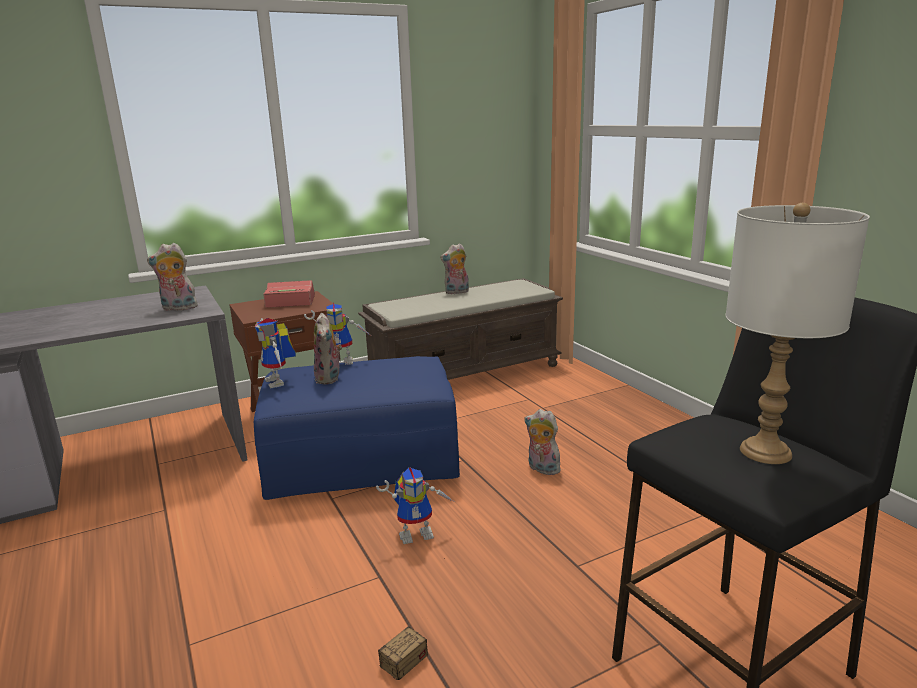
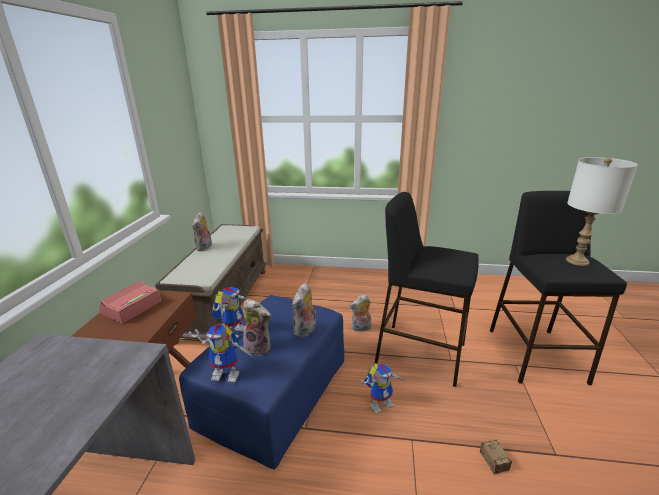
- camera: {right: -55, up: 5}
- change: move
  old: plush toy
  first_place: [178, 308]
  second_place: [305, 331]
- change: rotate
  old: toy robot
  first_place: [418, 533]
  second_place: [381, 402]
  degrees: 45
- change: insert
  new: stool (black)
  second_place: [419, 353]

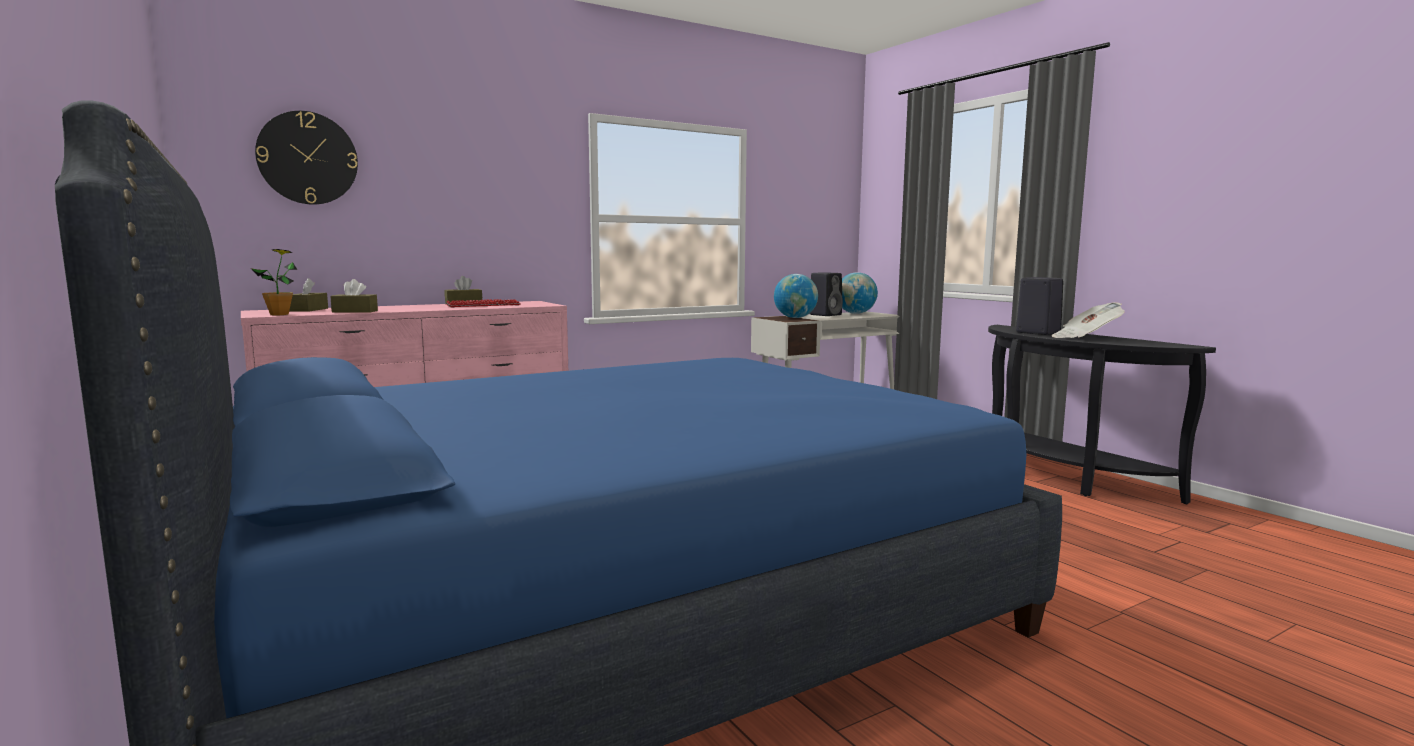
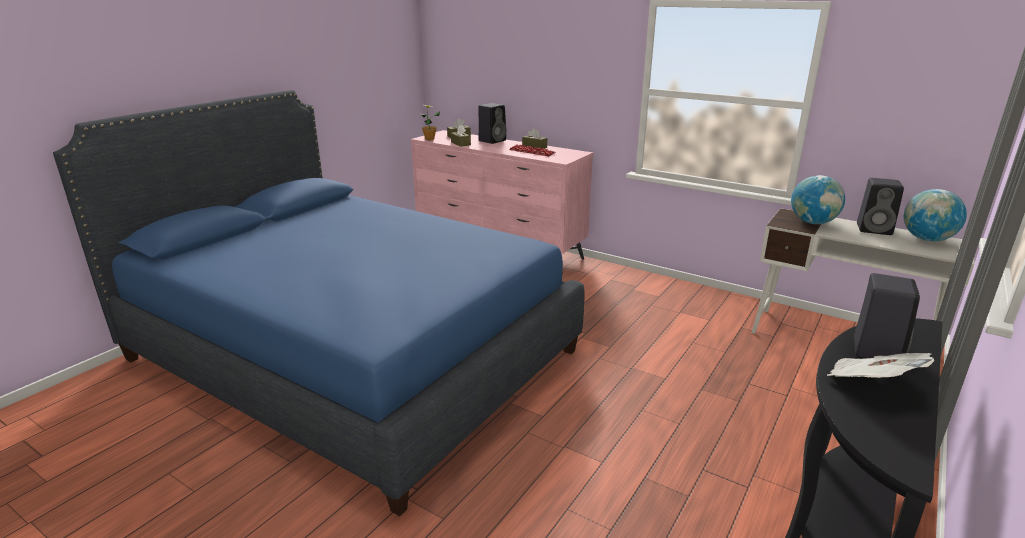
- camera: {right: 65, up: 15}
- change: insert
  new: speaker (black)
  second_place: [492, 140]
- change: delete
  old: wall clock
  first_place: [307, 158]

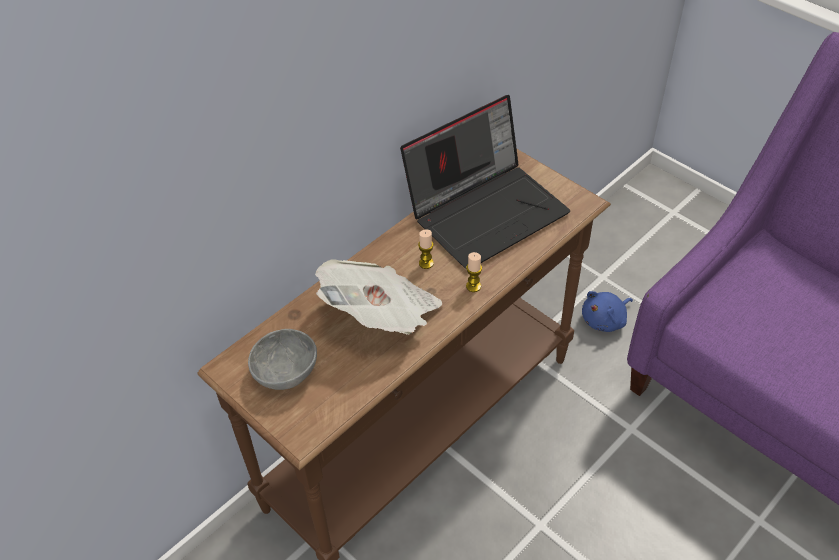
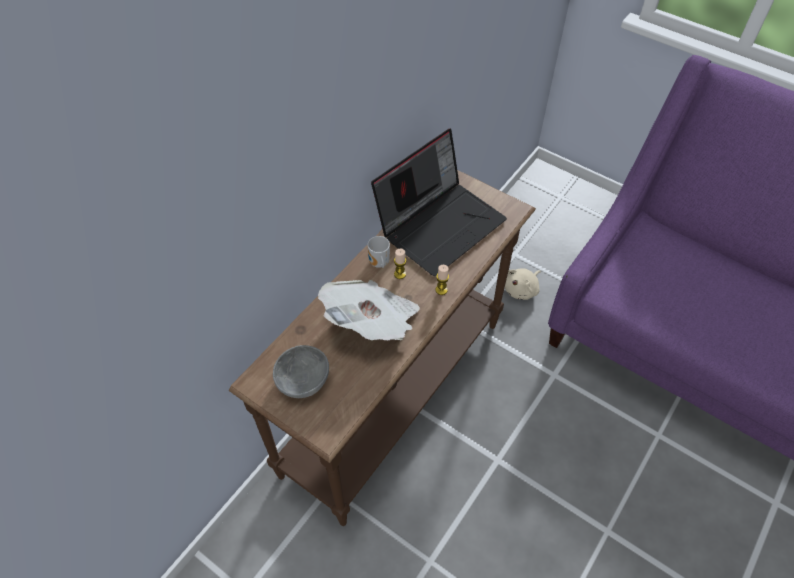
- camera: {right: -10, up: 5}
- change: insert
  new: mug
  second_place: [378, 264]
- change: recolor
  old: plush toy (blue)
  new: plush toy (beige)
  first_place: [605, 320]
  second_place: [521, 289]

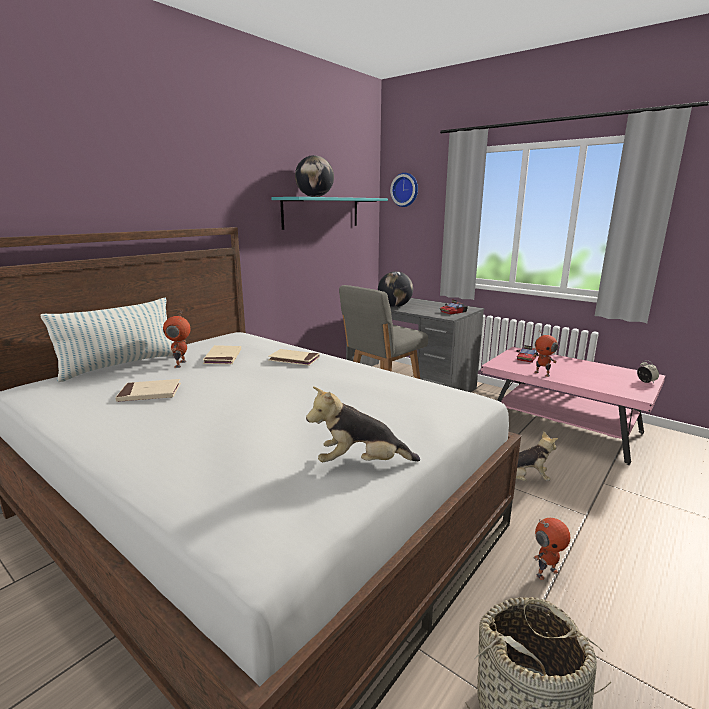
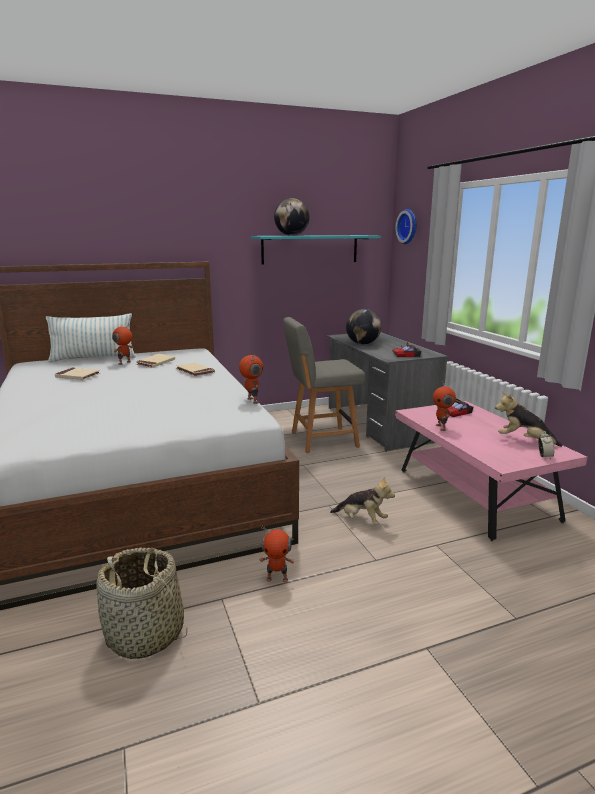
- camera: {right: 30, up: 0}
- change: insert
  new: toy robot
  second_place: [251, 401]
- change: move
  old: plush toy
  first_place: [361, 464]
  second_place: [523, 441]

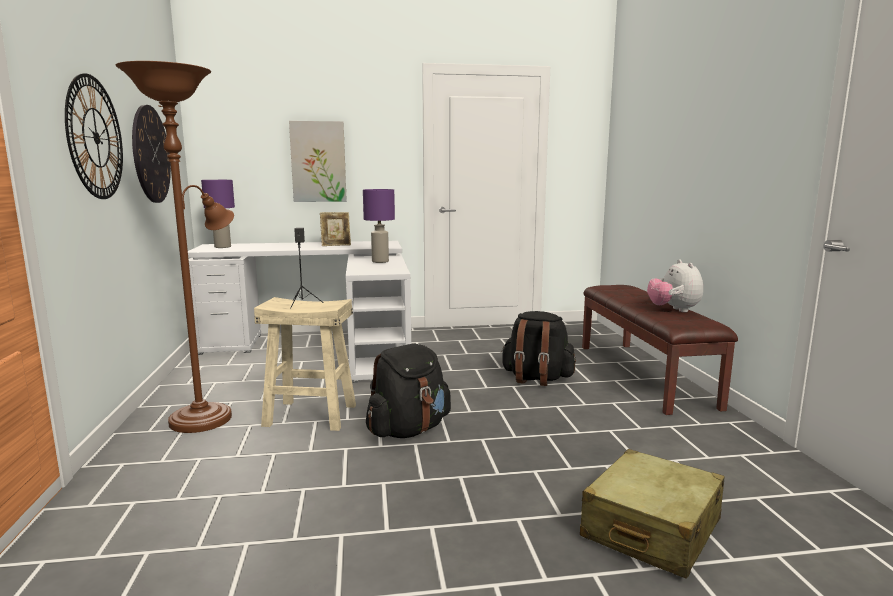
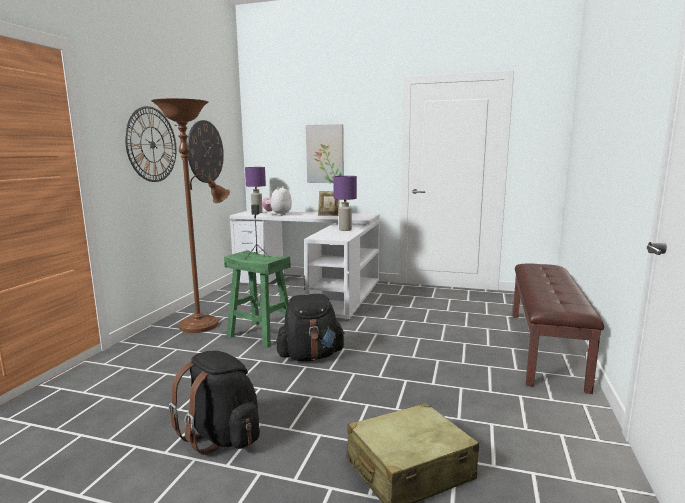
- camera: {right: 25, up: 0}
- change: move
  old: backpack (black)
  first_place: [536, 379]
  second_place: [222, 436]
- change: recolor
  old: stool (beige)
  new: stool (green)
  first_place: [310, 415]
  second_place: [260, 334]
- change: move
  old: plush toy
  first_place: [673, 310]
  second_place: [278, 215]

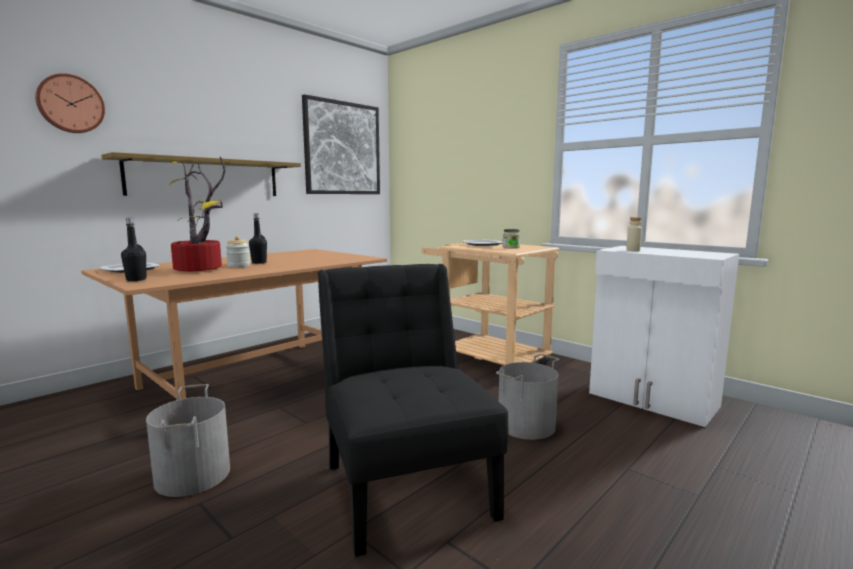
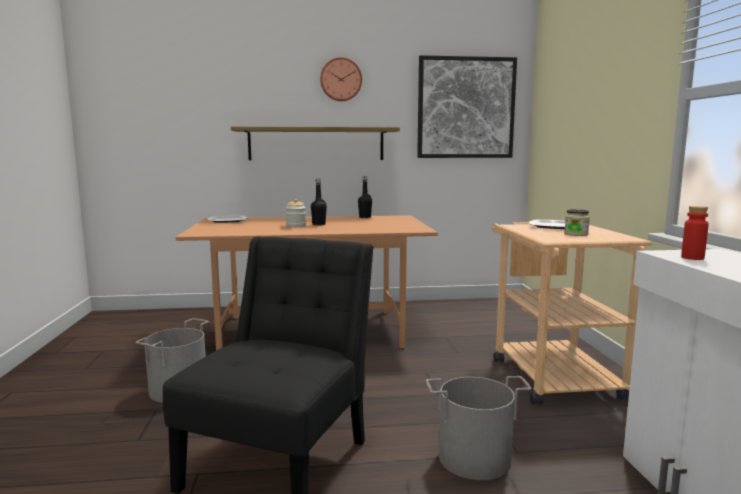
- camera: {right: 40, up: 0}
- change: move
  old: wall clock
  first_place: [70, 104]
  second_place: [341, 79]
- change: move
  old: bottle (black)
  first_place: [136, 279]
  second_place: [365, 217]
- change: recolor
  old: bottle (beige)
  new: bottle (red)
  first_place: [633, 250]
  second_place: [692, 258]
- change: delete
  old: potted plant
  first_place: [202, 270]

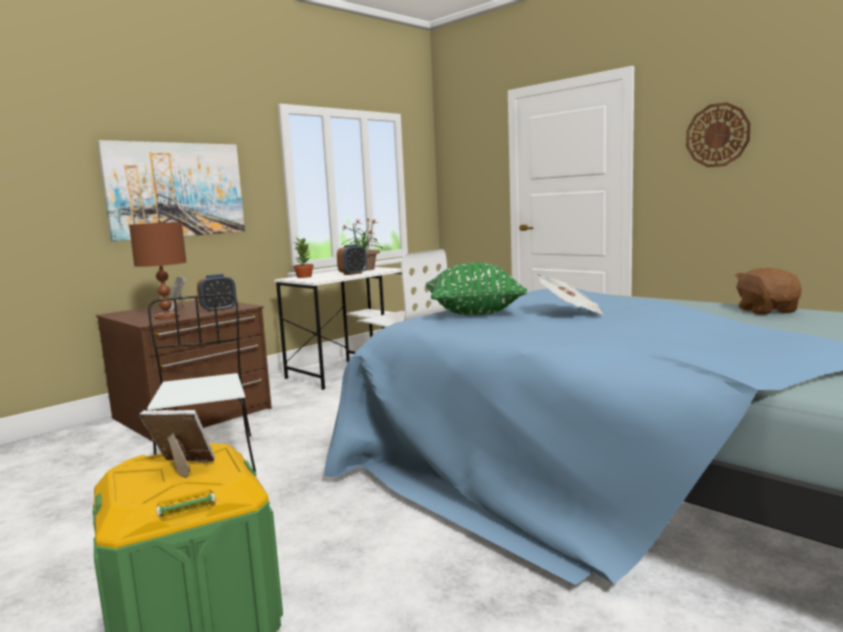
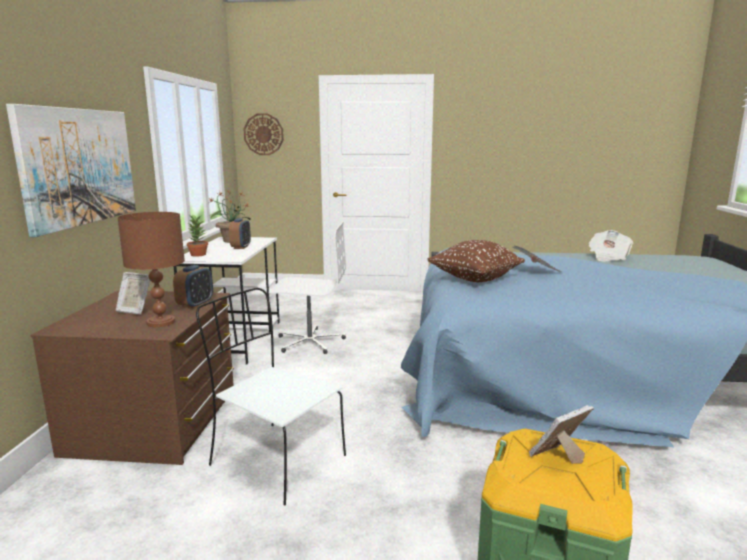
- camera: {right: -40, up: 5}
- change: move
  old: wall clock
  first_place: [717, 135]
  second_place: [263, 134]
- change: recolor
  old: pillow (green)
  new: pillow (brown)
  first_place: [474, 313]
  second_place: [474, 279]
- change: replace
  old: plush toy (brown)
  new: newspaper
  first_place: [767, 311]
  second_place: [608, 257]

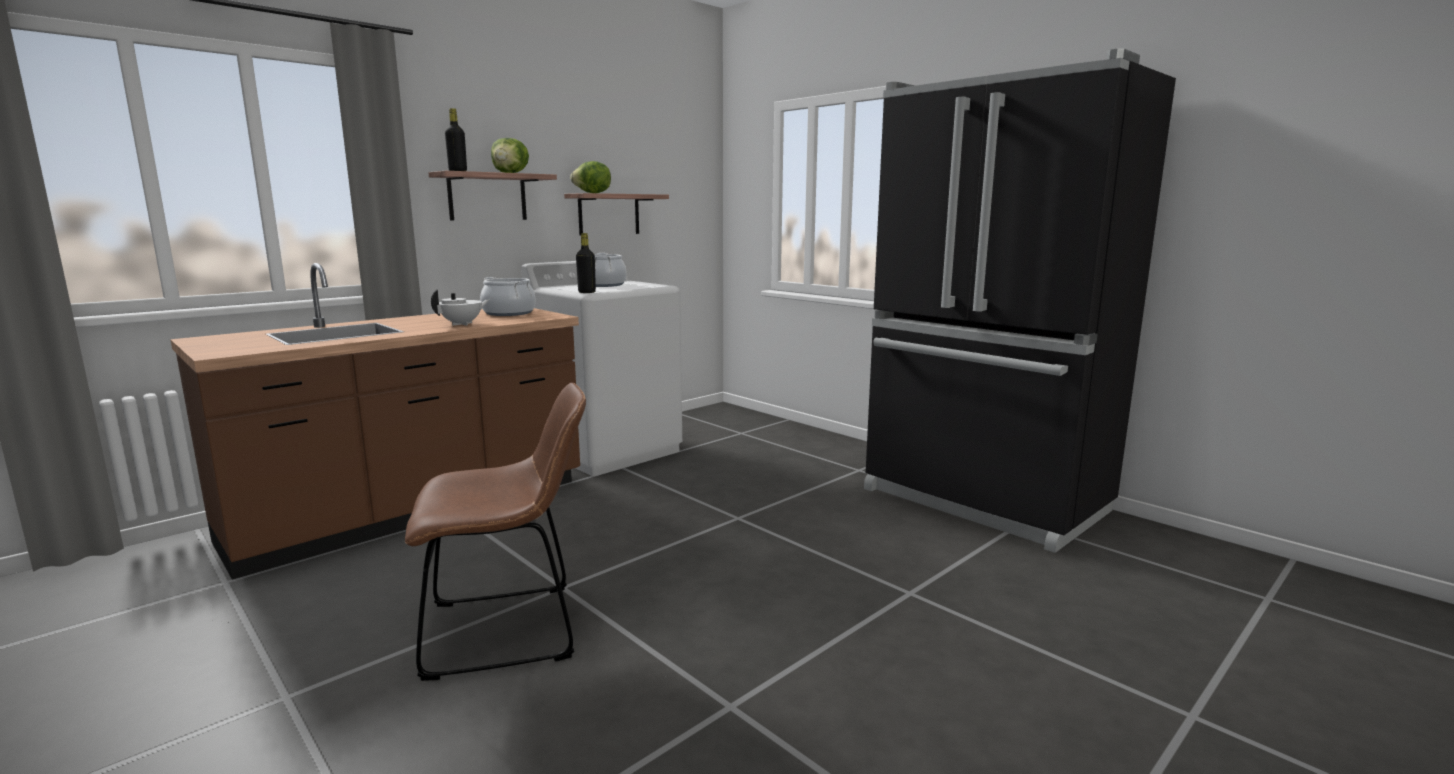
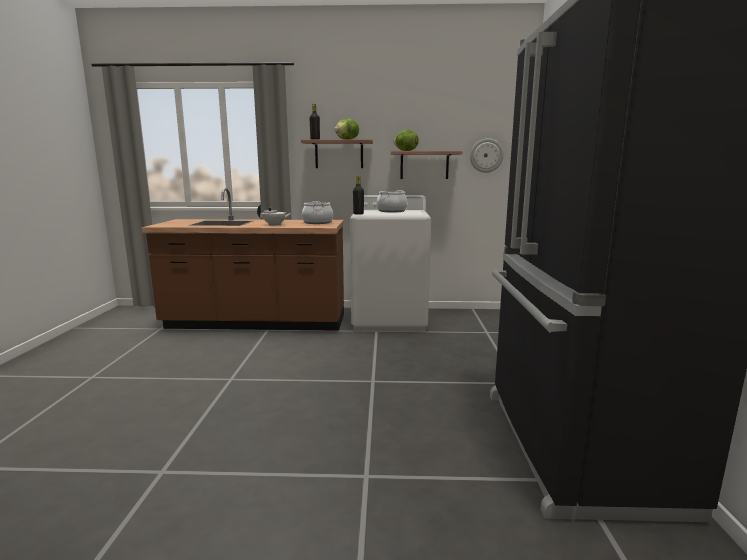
- camera: {right: 45, up: 0}
- change: insert
  new: wall clock
  second_place: [486, 155]
- change: delete
  old: chair (brown)
  first_place: [511, 629]

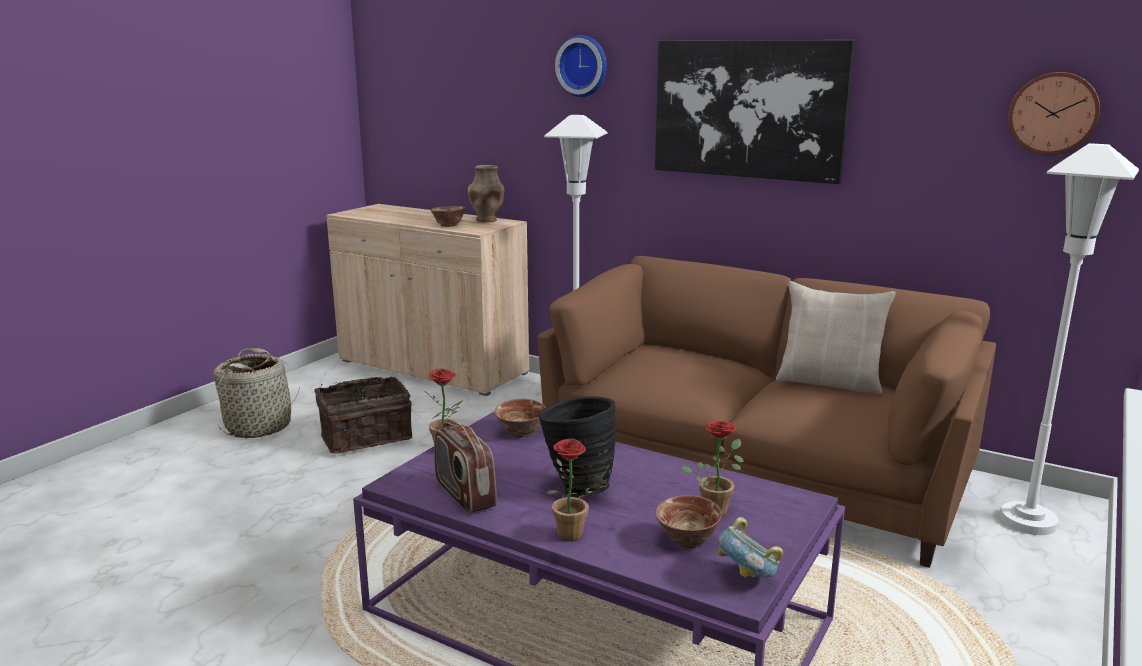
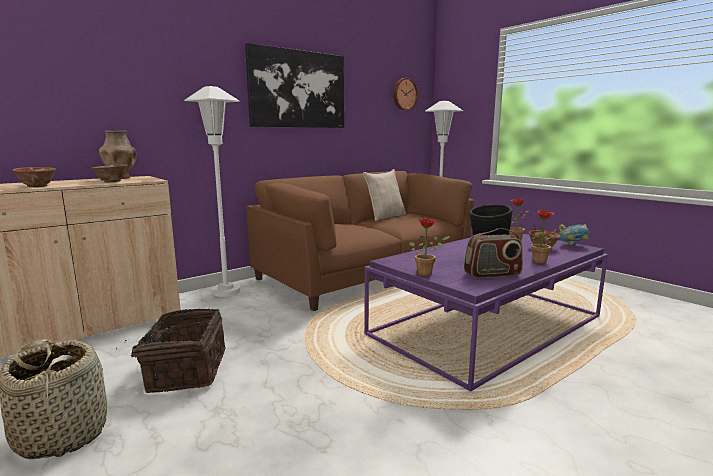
- camera: {right: -70, up: -5}
- change: move
  old: bowl
  first_place: [521, 433]
  second_place: [37, 186]
- change: delete
  old: wall clock
  first_place: [583, 66]

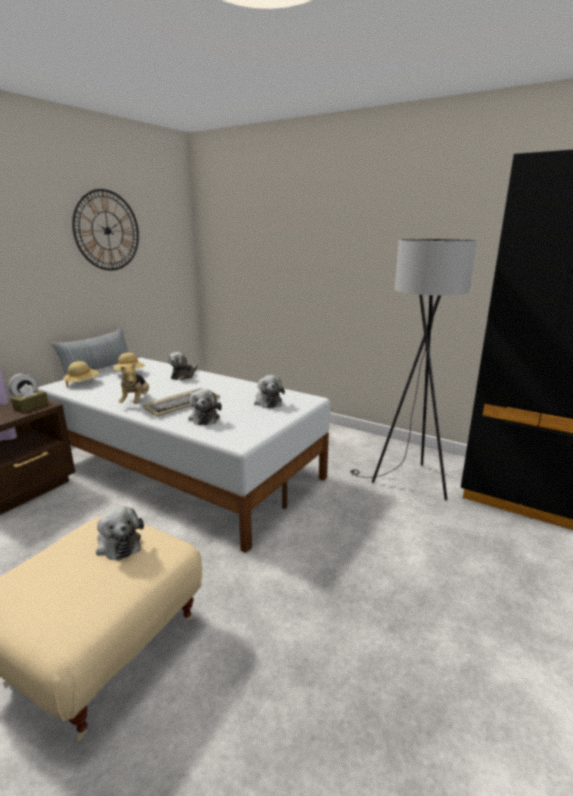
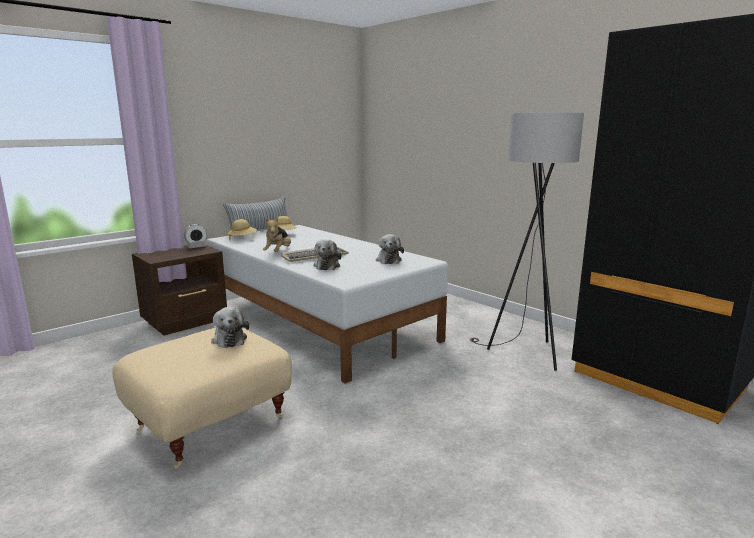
- camera: {right: 15, up: -5}
- change: delete
  old: tissue box (brown)
  first_place: [31, 406]
- change: delete
  old: wall clock
  first_place: [107, 230]
- change: delete
  old: plush toy
  first_place: [183, 375]

